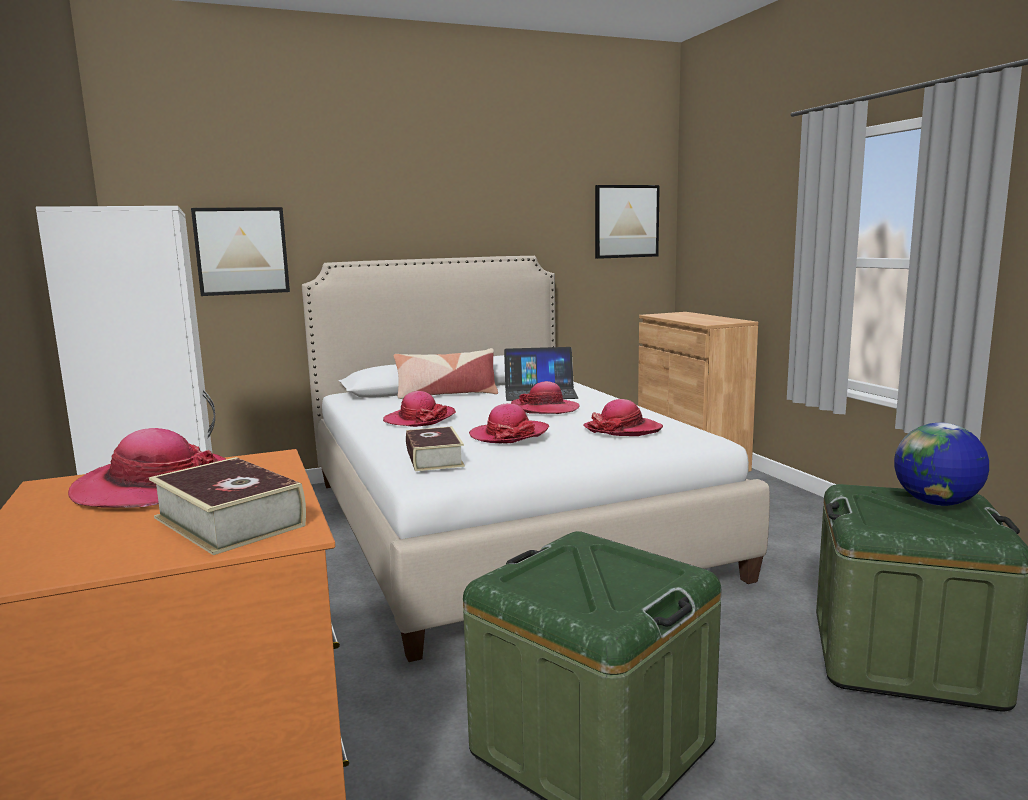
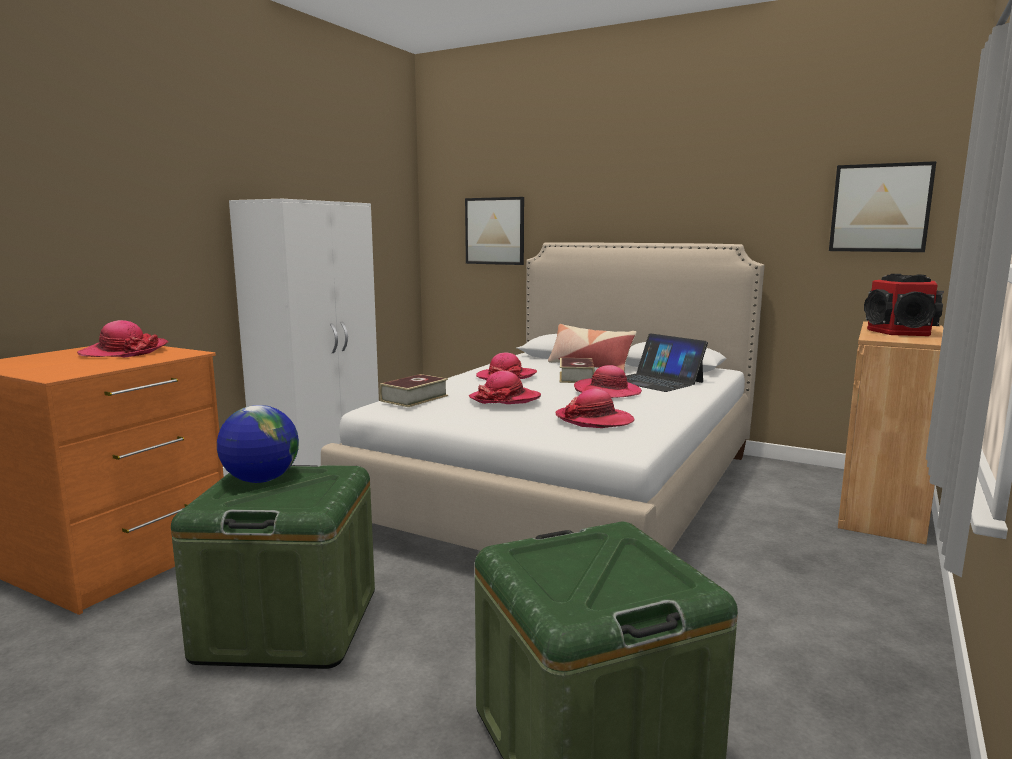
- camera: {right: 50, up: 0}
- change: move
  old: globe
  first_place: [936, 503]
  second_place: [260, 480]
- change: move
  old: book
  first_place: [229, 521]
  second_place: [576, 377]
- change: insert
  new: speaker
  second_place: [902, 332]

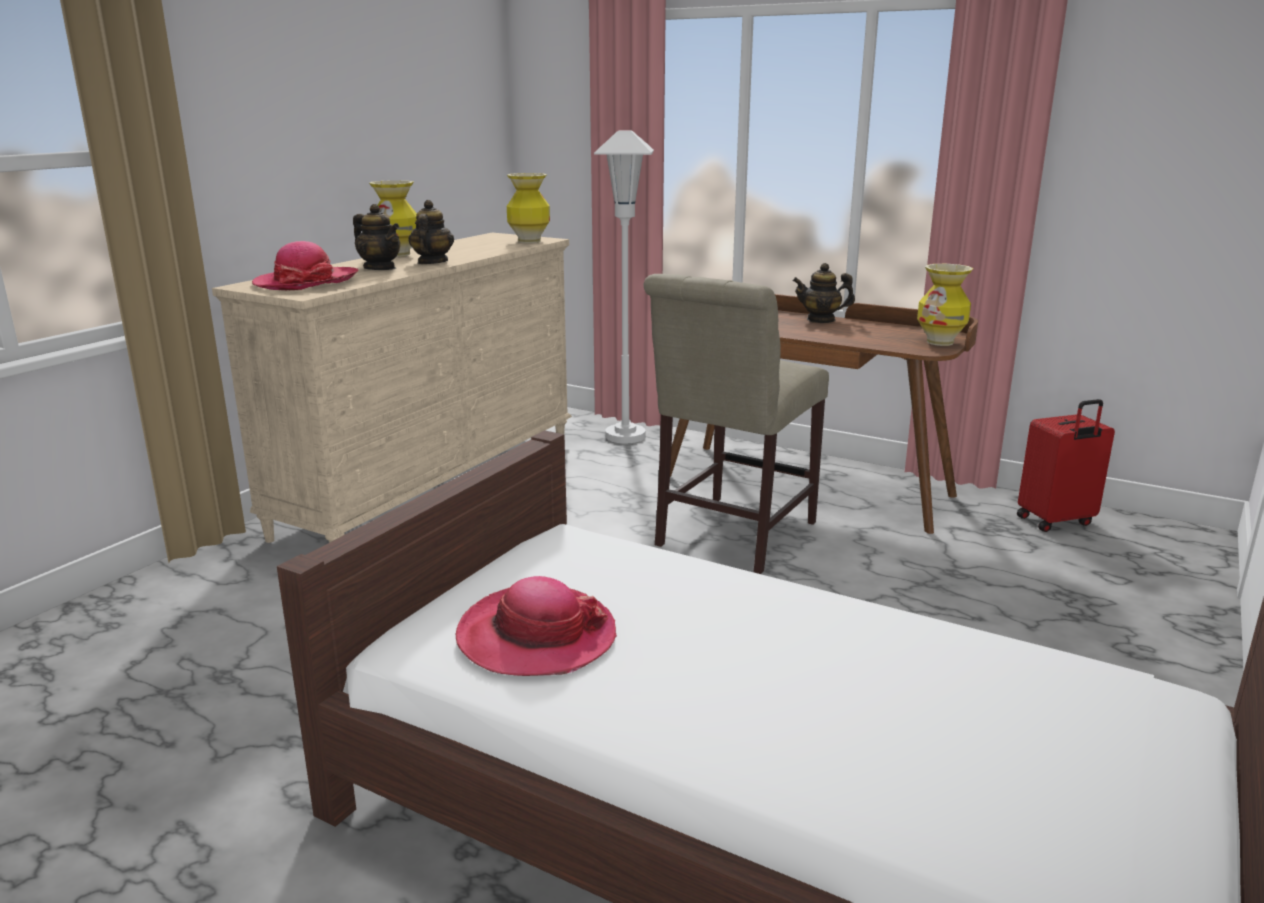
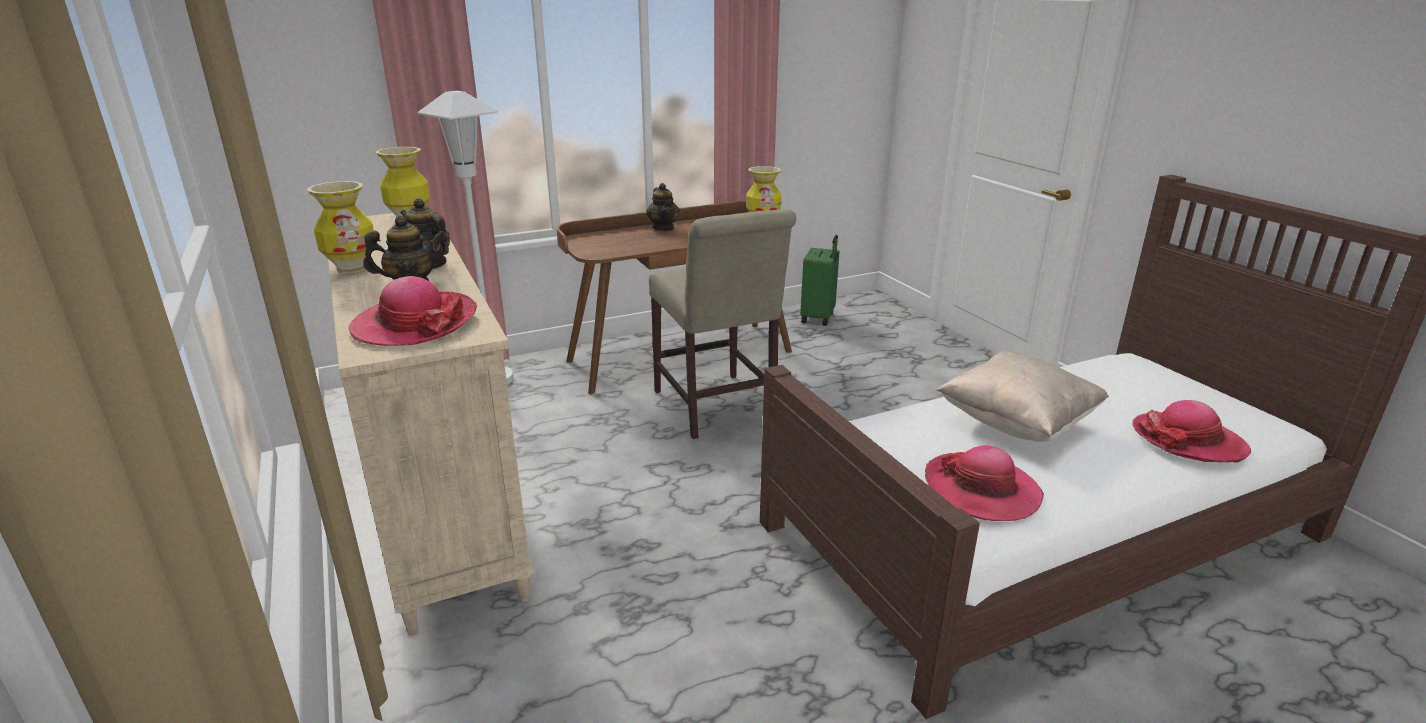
- camera: {right: -55, up: 5}
- change: rotate
  old: teapot
  first_place: [821, 320]
  second_place: [663, 228]
  degrees: -60
- change: recolor
  old: suitcase (red)
  new: suitcase (green)
  first_place: [1056, 521]
  second_place: [819, 318]
- change: insert
  new: pillow (beige)
  second_place: [1017, 423]
- change: insert
  new: hat
  second_place: [1188, 441]

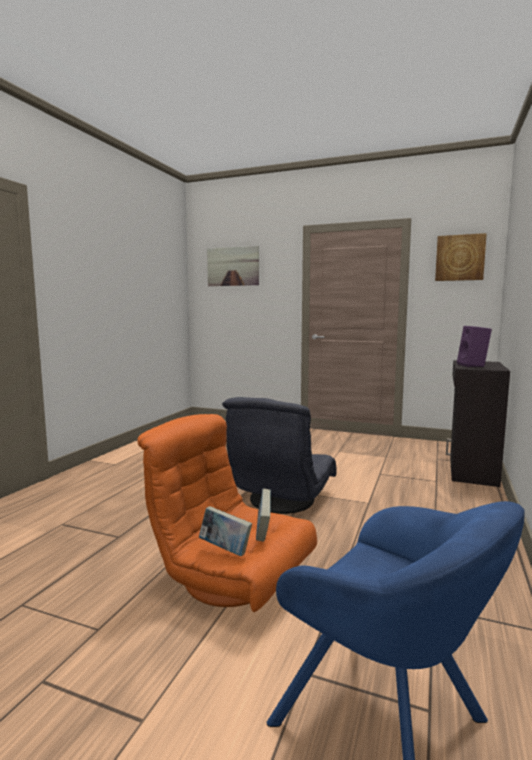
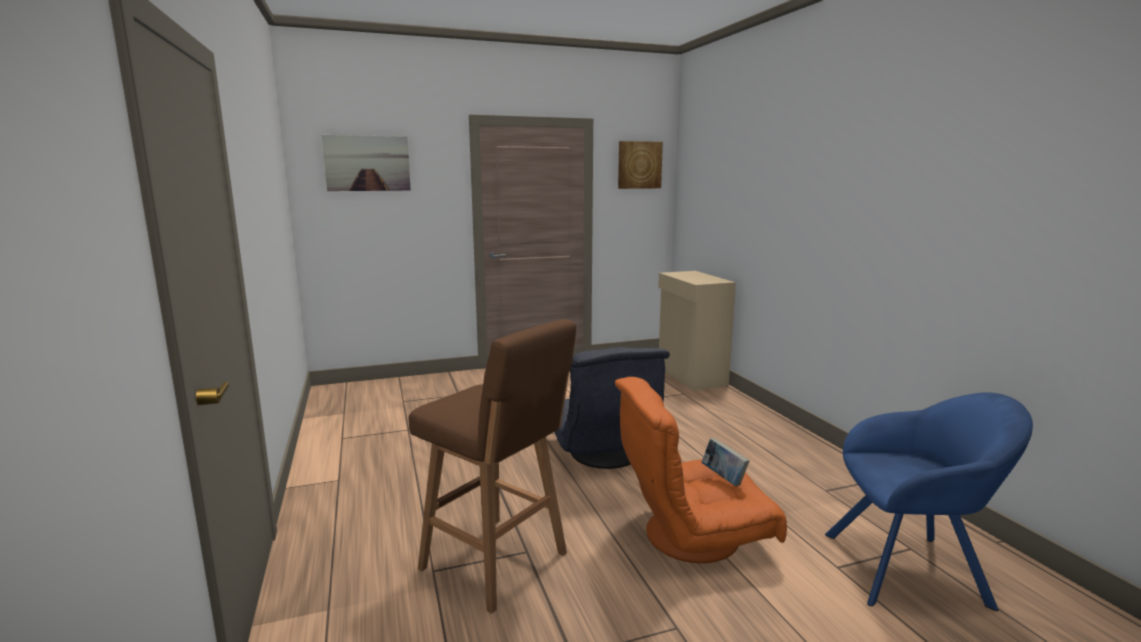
- camera: {right: -40, up: 5}
- change: insert
  new: stool (brown)
  second_place: [497, 563]
- change: recolor
  old: cabinet (black)
  new: cabinet (beige)
  first_place: [471, 470]
  second_place: [690, 376]
- change: delete
  old: book
  first_place: [225, 549]
- change: delete
  old: speaker (purple)
  first_place: [473, 365]

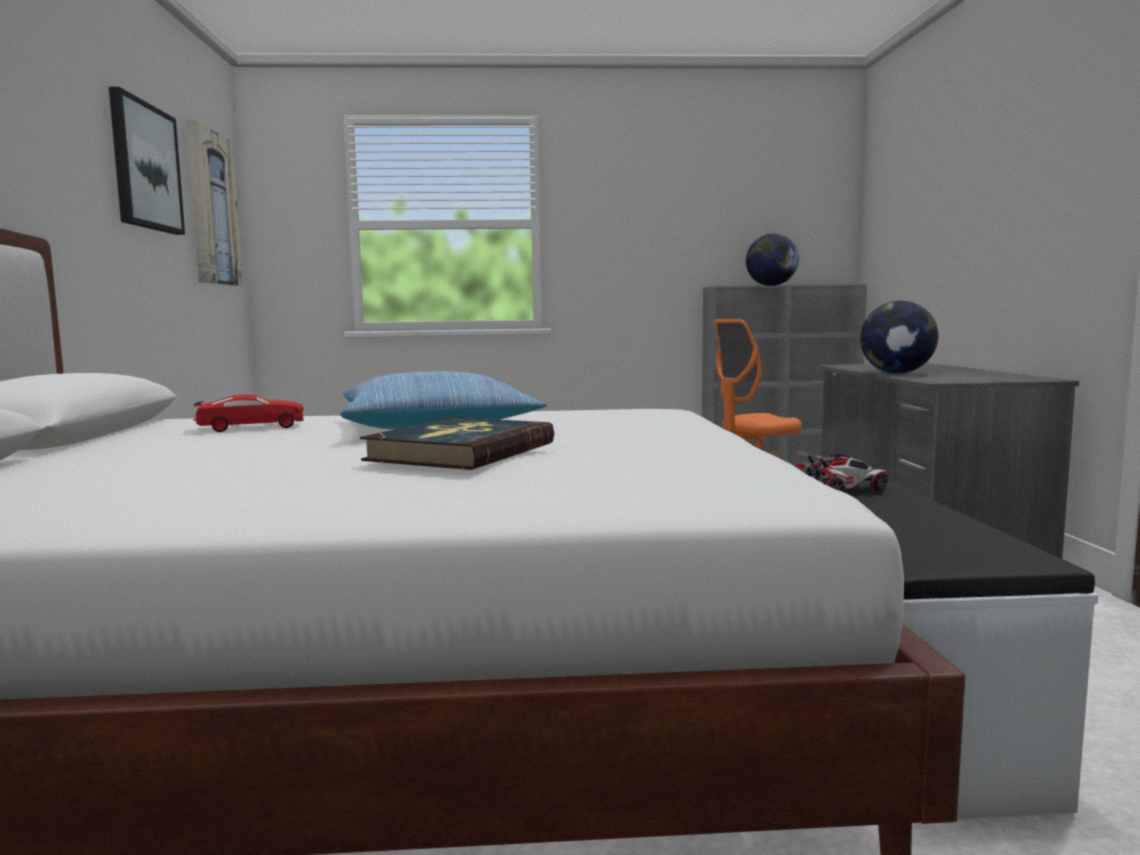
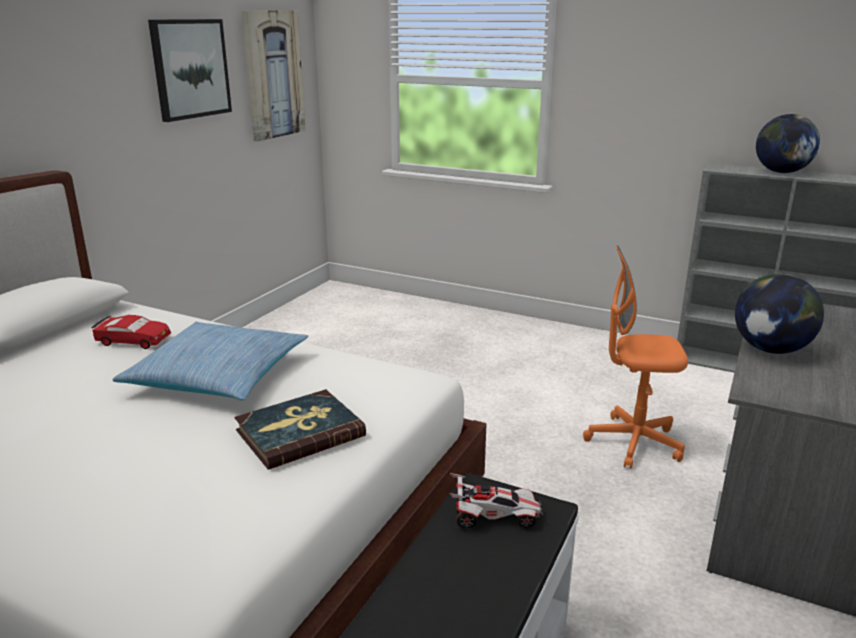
- camera: {right: 30, up: 15}
- change: move
  old: book
  first_place: [460, 451]
  second_place: [299, 433]

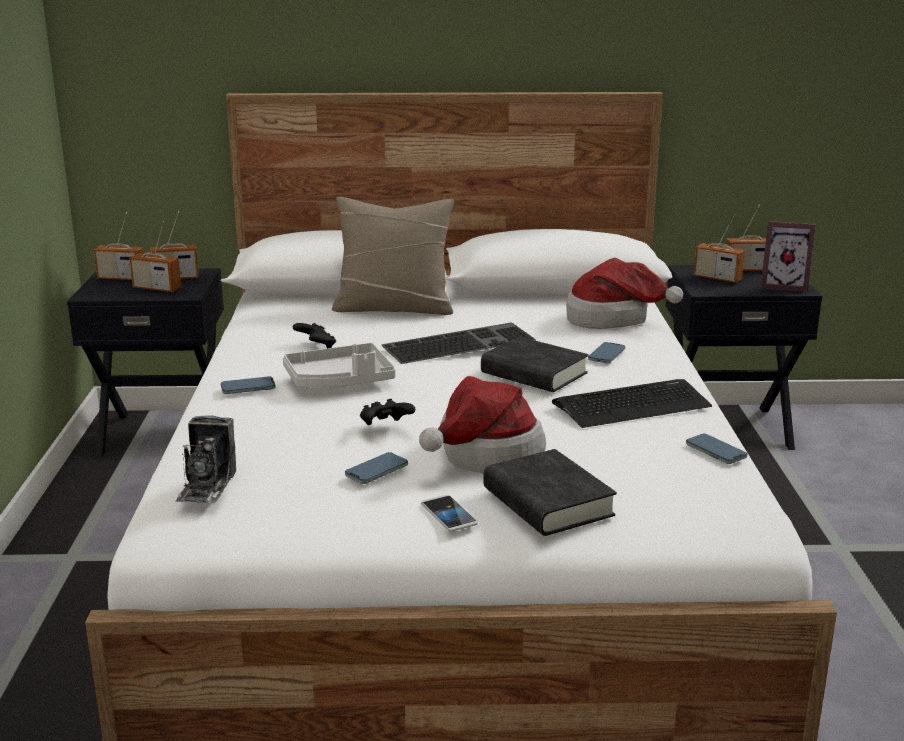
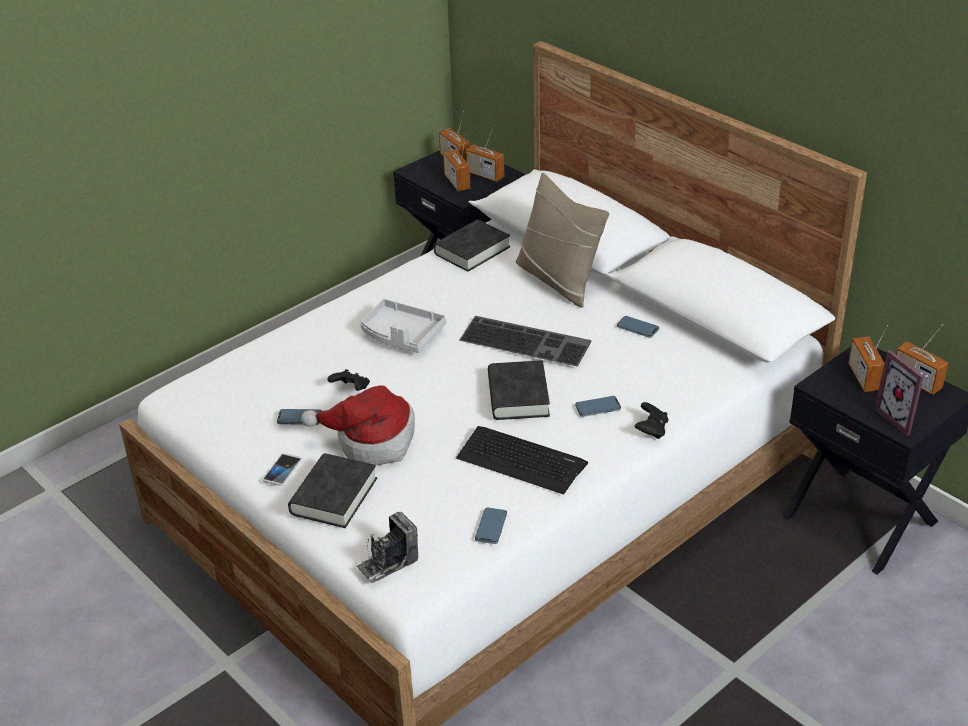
- camera: {right: 50, up: 15}
- change: move
  old: photo camera
  first_place: [207, 485]
  second_place: [388, 563]
- change: insert
  new: book (black)
  second_place: [472, 250]
- change: move
  old: phone
  first_place: [248, 388]
  second_place: [637, 328]
- change: move
  old: game controller (black)
  first_place: [316, 347]
  second_place: [651, 430]
- change: delete
  old: hat
  first_place: [613, 318]

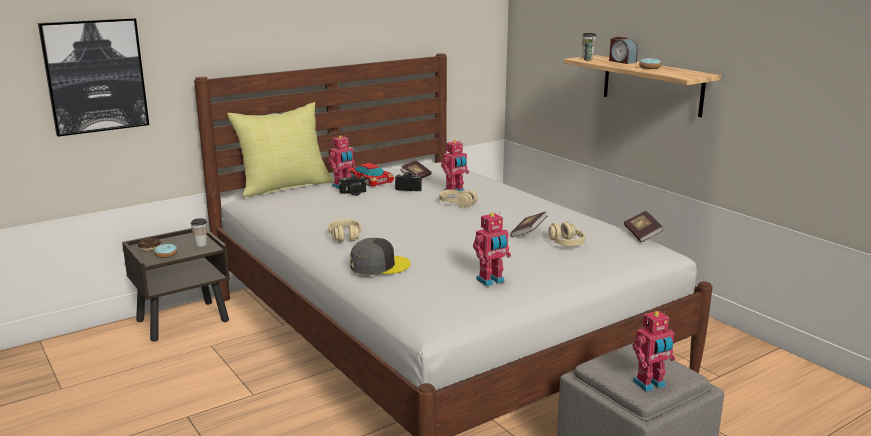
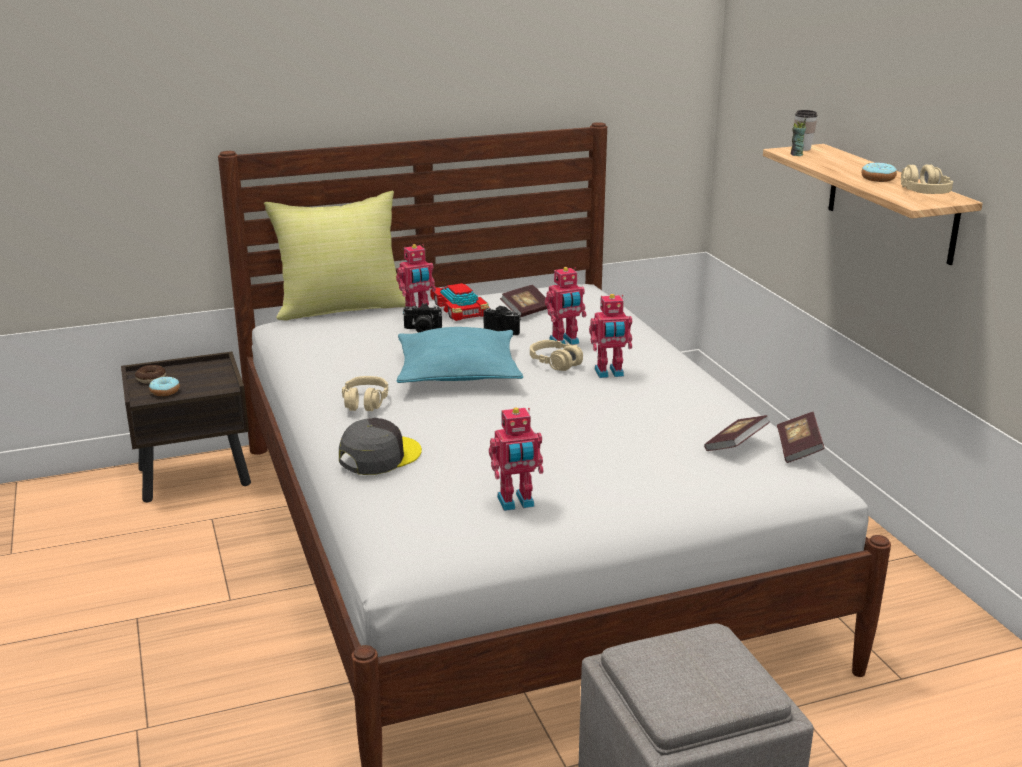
- camera: {right: 15, up: 5}
- change: rotate
  old: cap (grey)
  first_place: [379, 265]
  second_place: [379, 456]
  degrees: -45
- change: insert
  new: pillow (turquoise)
  second_place: [458, 372]
- change: move
  old: toy robot
  first_place: [650, 384]
  second_place: [609, 373]
- change: move
  old: book
  first_place: [528, 233]
  second_place: [735, 445]
- change: move
  old: headphones (beige)
  first_place: [565, 243]
  second_place: [923, 192]
- change: delete
  old: picture
  first_place: [95, 76]
- change: delete
  old: cup
  first_place: [201, 244]
- change: delete
  old: alarm clock
  first_place: [621, 61]

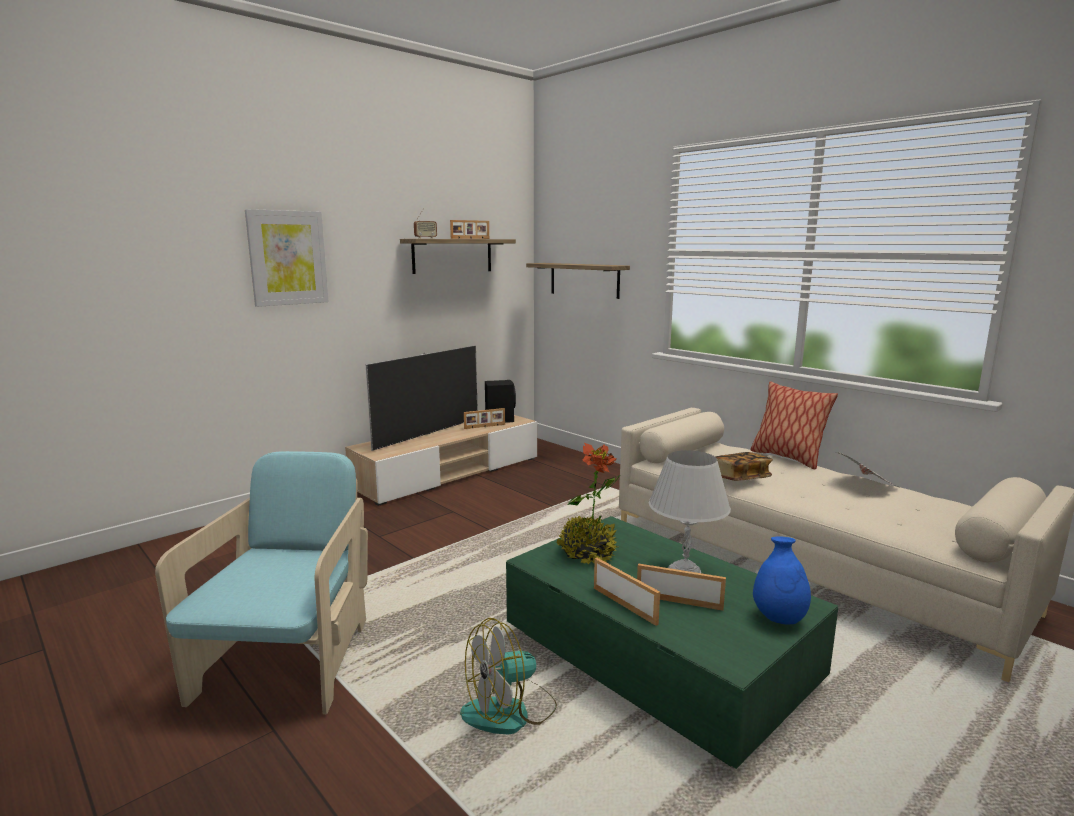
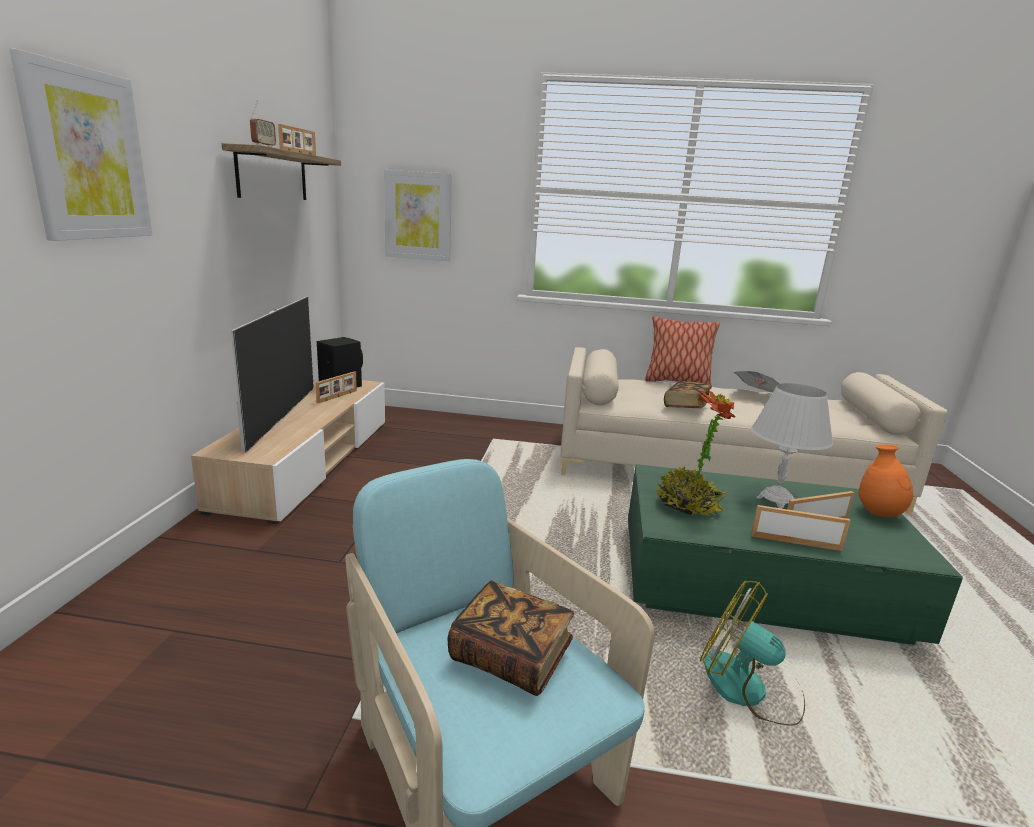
- camera: {right: -40, up: 5}
- change: replace
  old: shelf
  new: picture
  first_place: [584, 280]
  second_place: [418, 216]
- change: insert
  new: book
  second_place: [510, 656]
- change: rotate
  old: fan
  first_place: [510, 712]
  second_place: [749, 689]
  degrees: 105
- change: recolor
  old: vase (blue)
  new: vase (orange)
  first_place: [779, 619]
  second_place: [879, 514]

